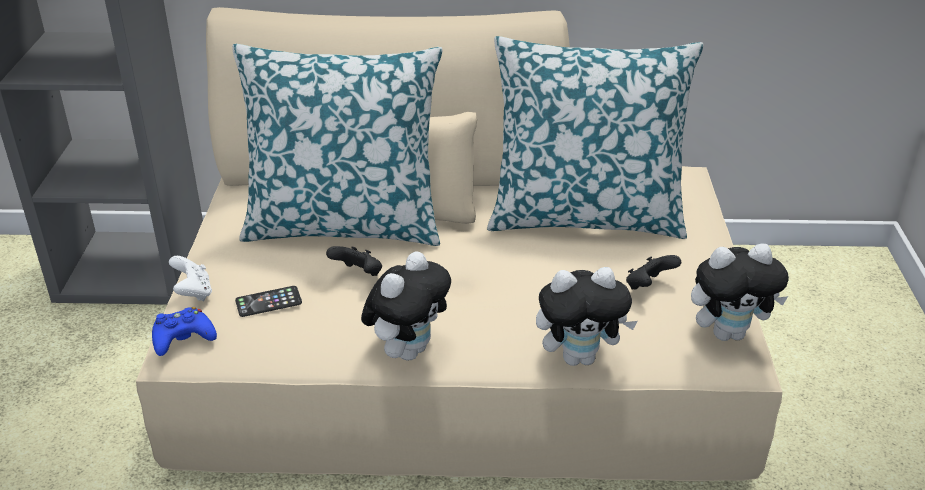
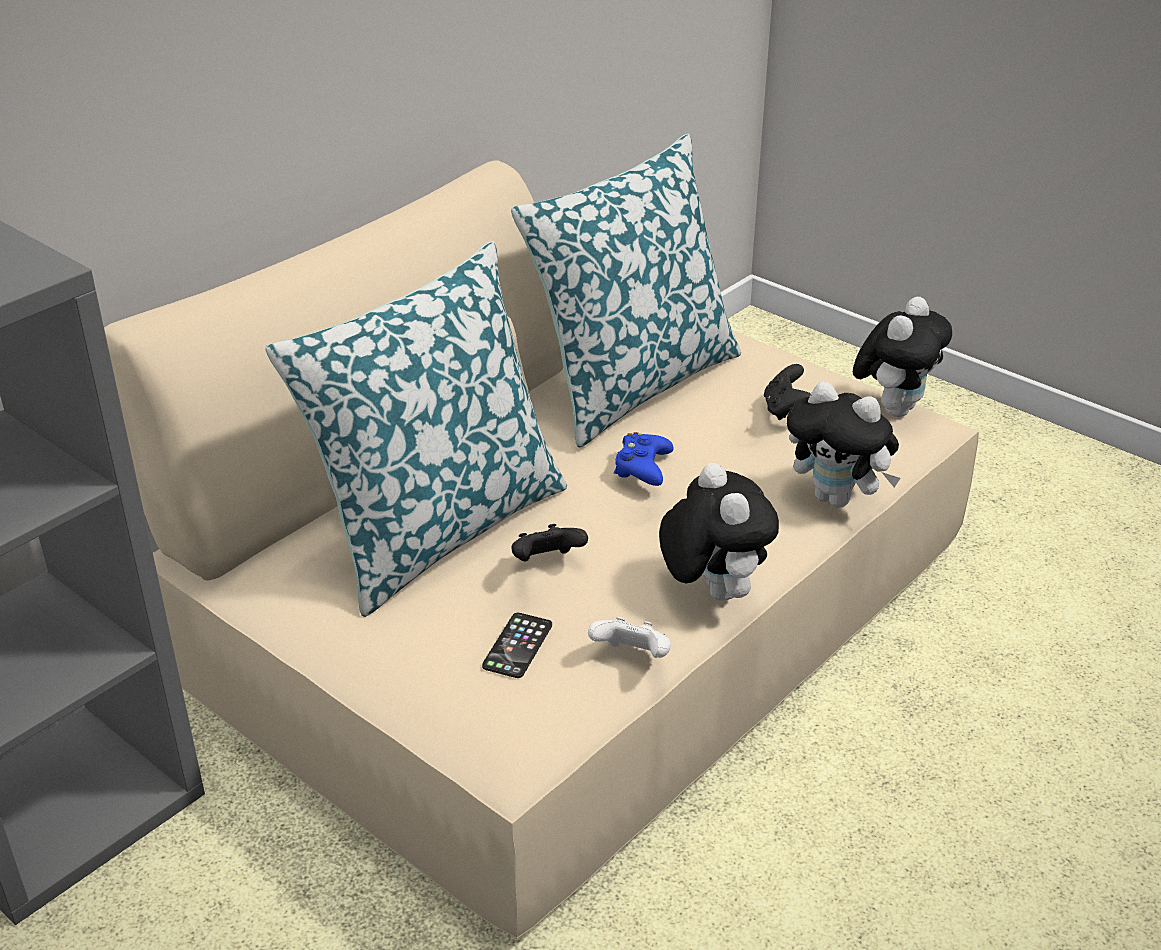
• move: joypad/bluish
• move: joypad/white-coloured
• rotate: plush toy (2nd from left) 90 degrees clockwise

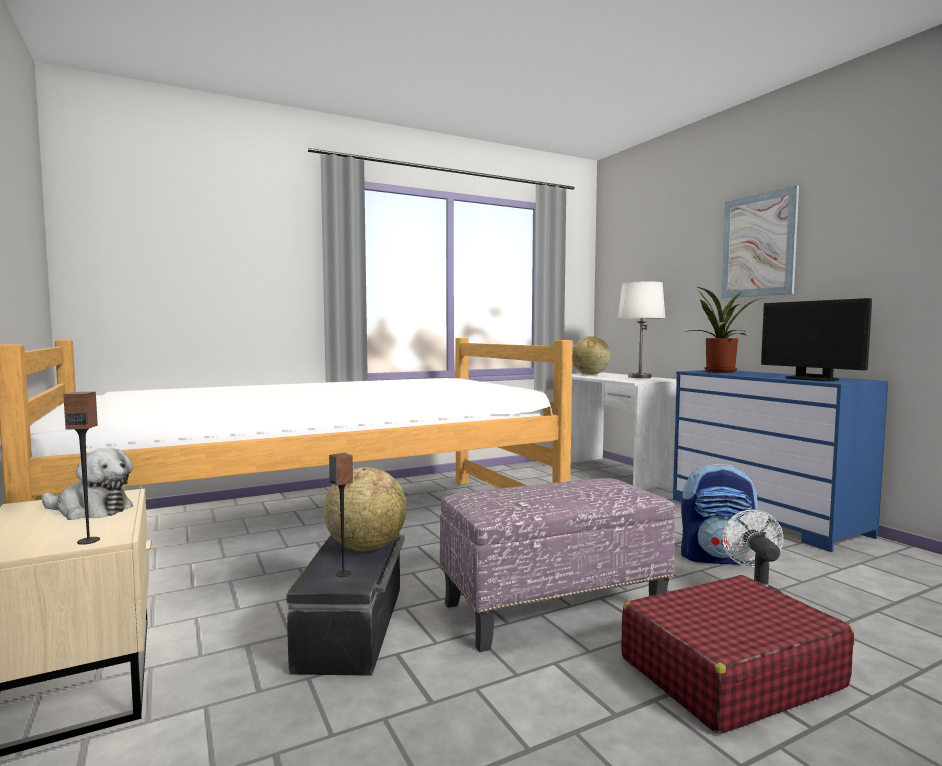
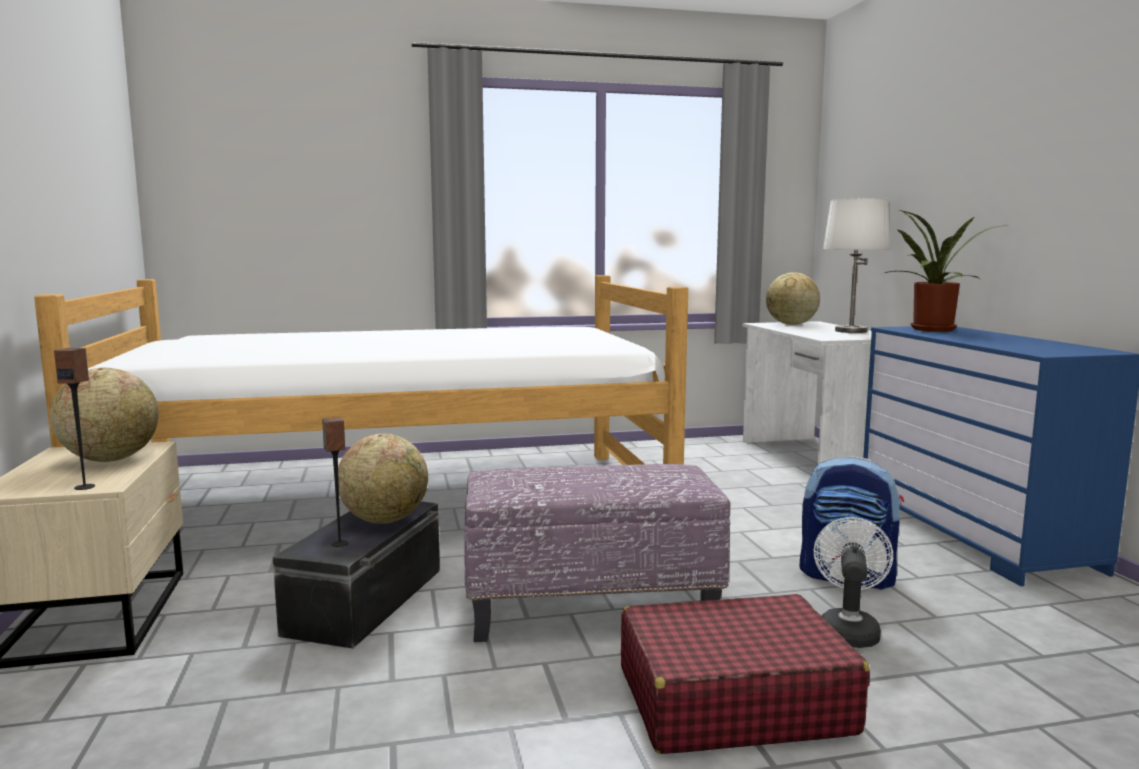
• replace: plush toy to globe (1st from left)
• delete: wall picture
• delete: monitor

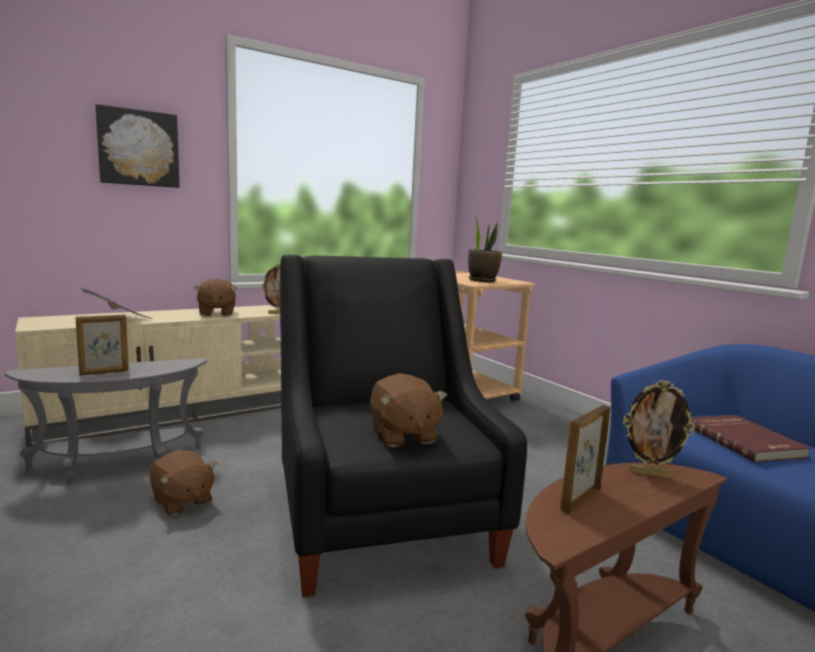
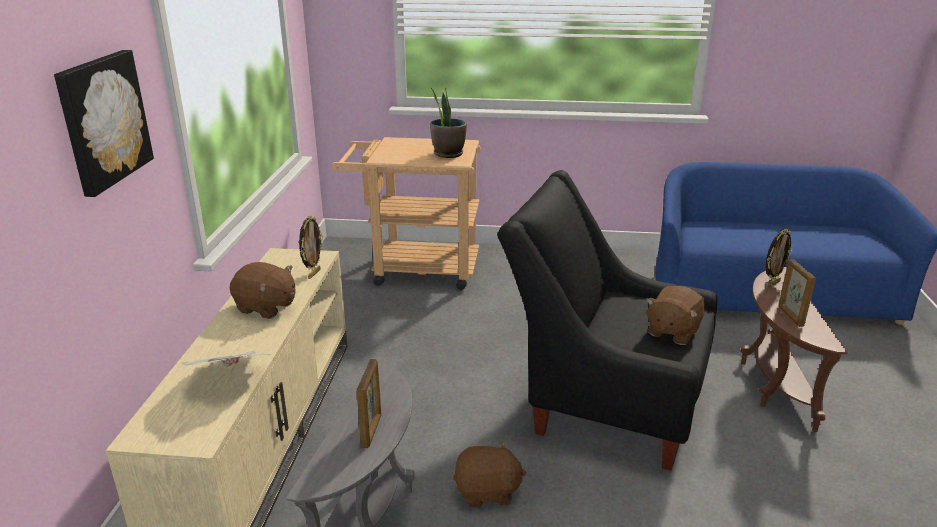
• rotate: plush toy/brownish (3rd from left) 105 degrees clockwise
• delete: volume/red

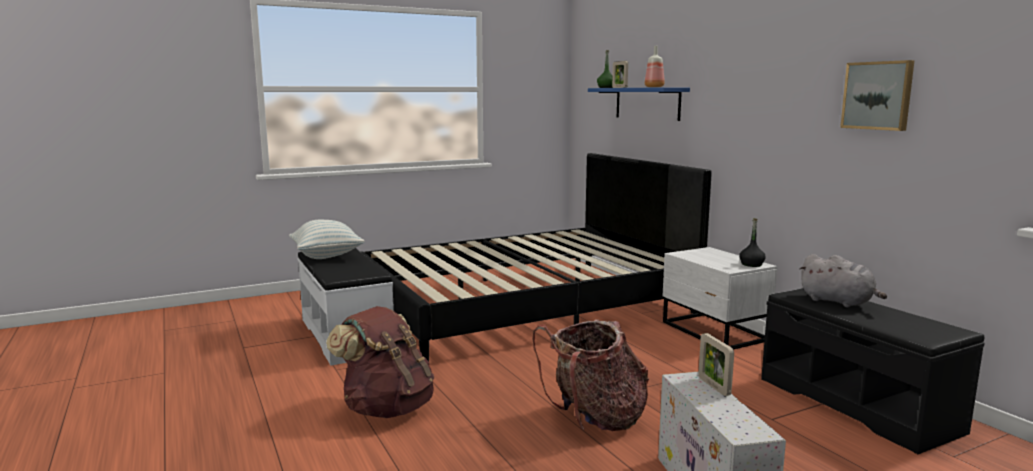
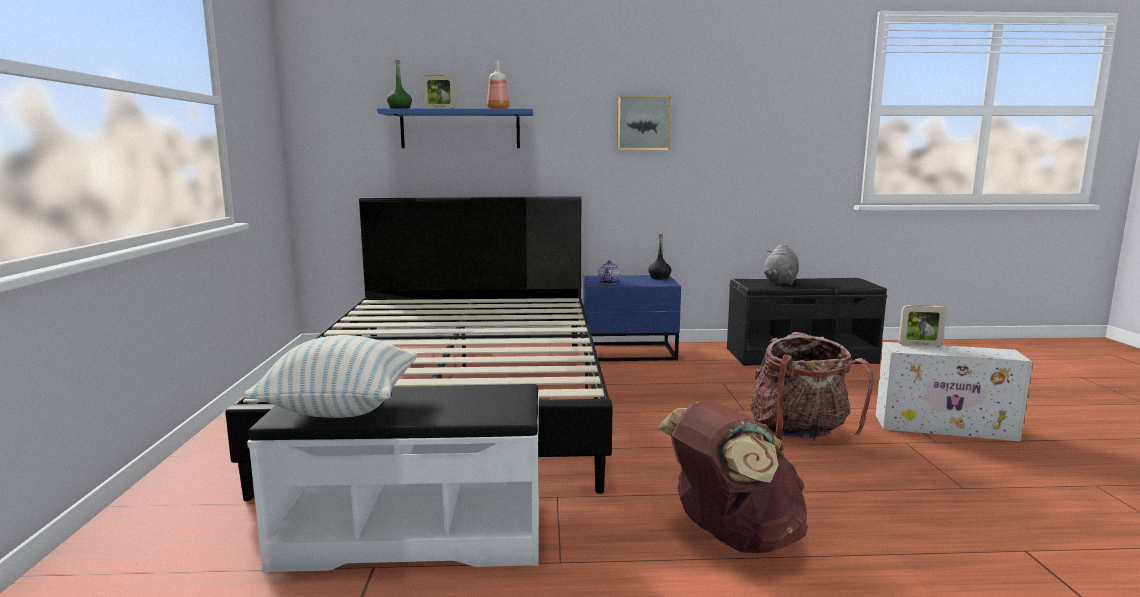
• recolor: bedside table/white-coloured to bedside table/bluish
• rotate: plush toy/greyish 135 degrees clockwise
• move: wall picture
• insert: teapot

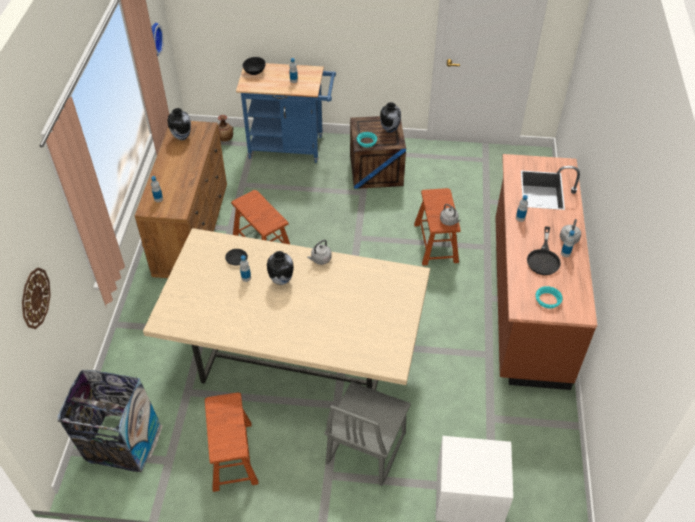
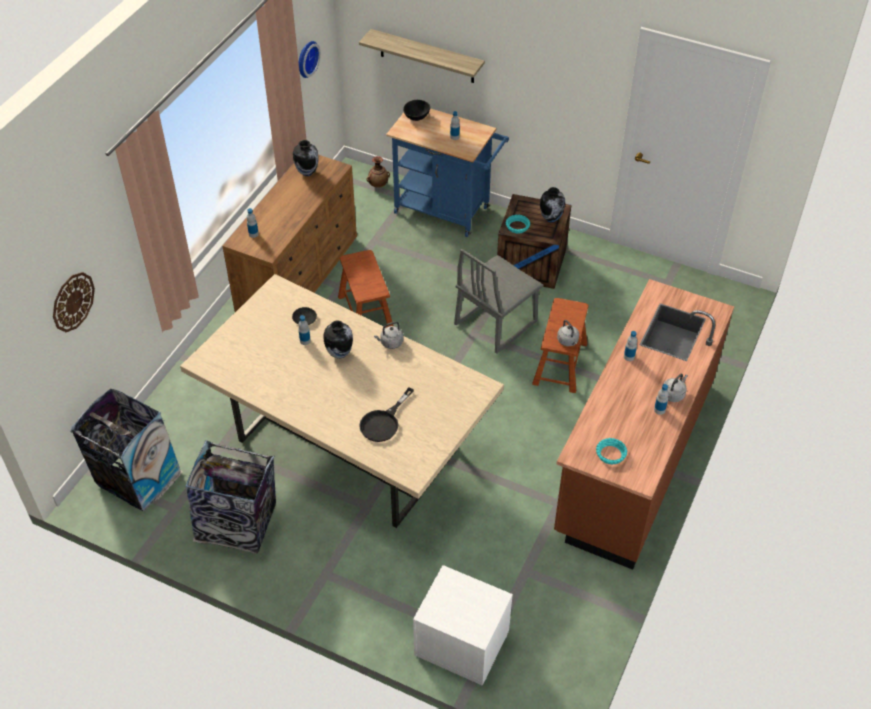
• replace: stool seat/brownish (1st from left) to trash can (2nd from left)
• move: plain chair/greyish
• move: frying pan/blackish
• insert: shelf

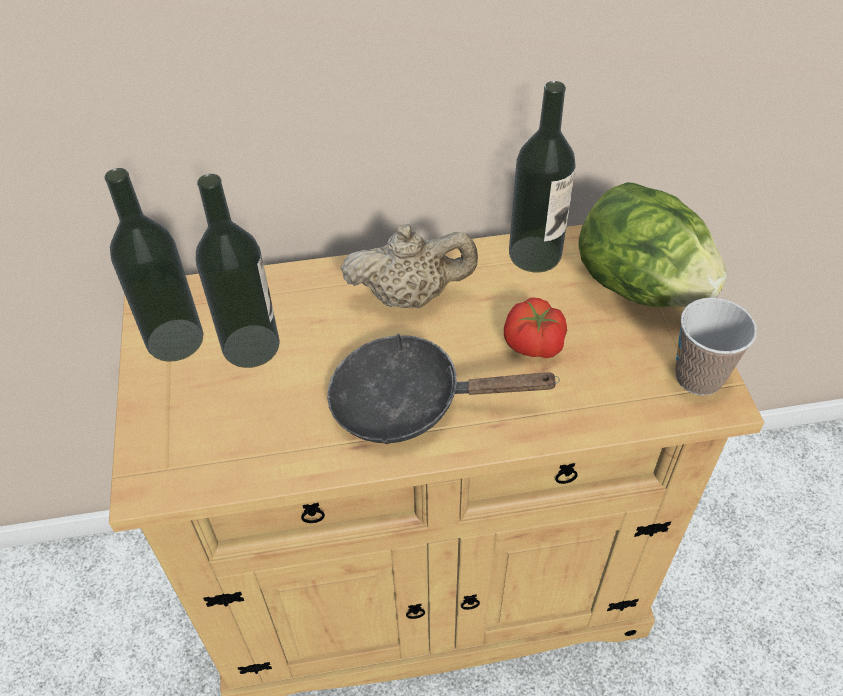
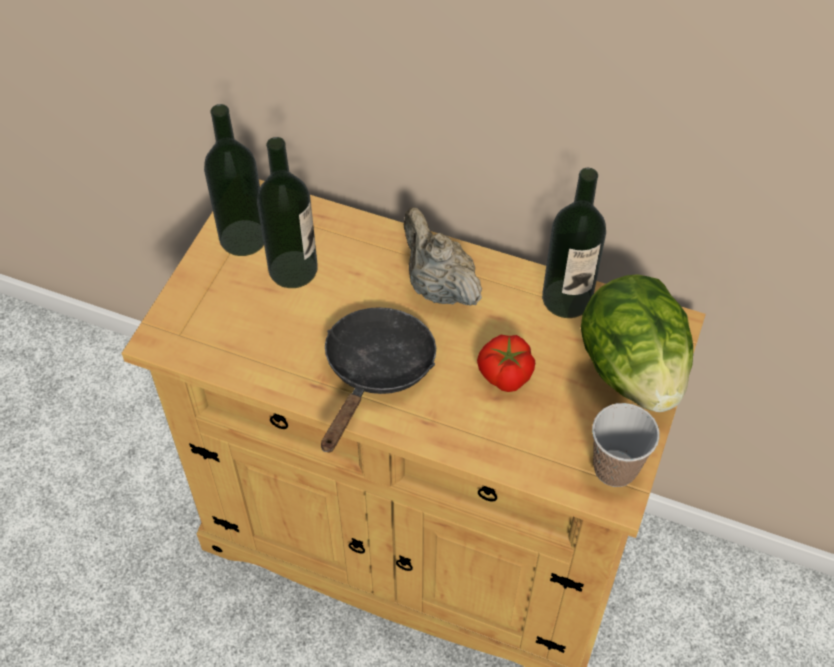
• rotate: frying pan/blackish 75 degrees clockwise
• rotate: teapot/sand-coloured 150 degrees counterclockwise

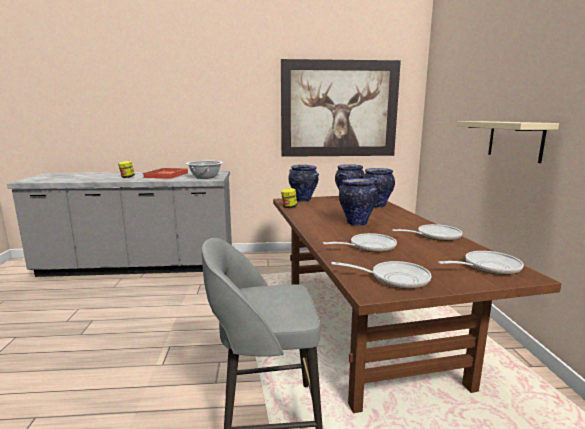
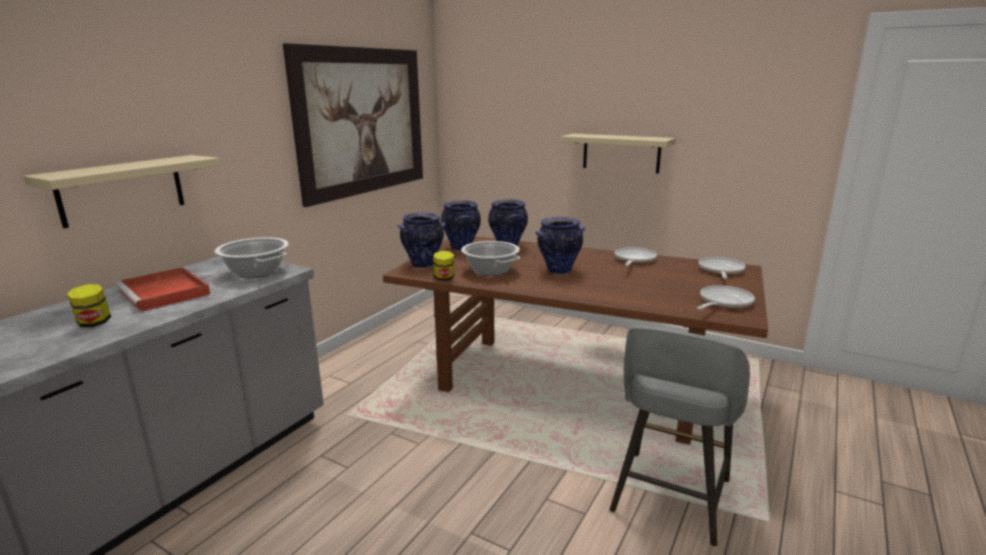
• delete: frying pan (1st from left)
• insert: shelf/sand-coloured (1st from left)
• insert: saucepot (2nd from left)

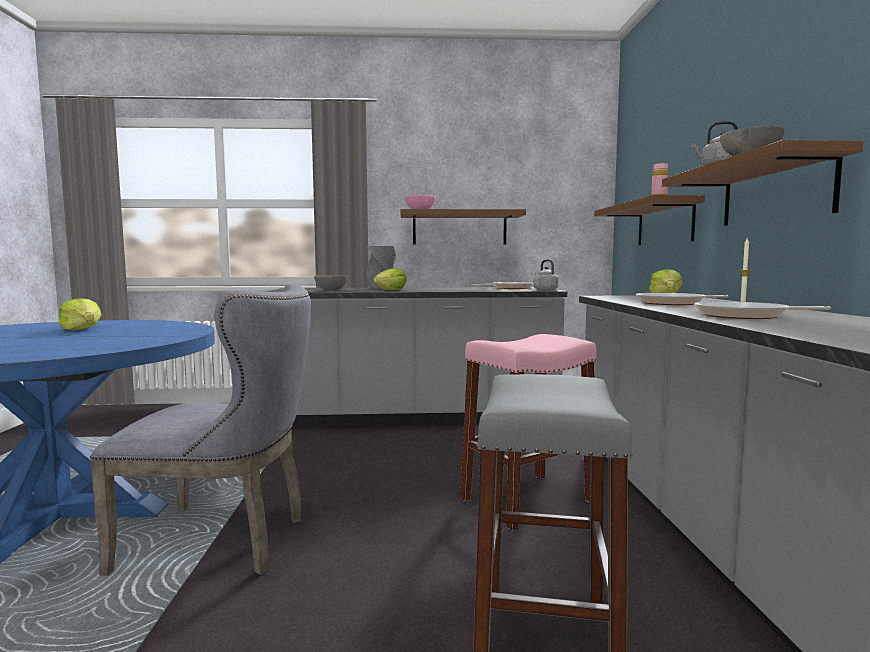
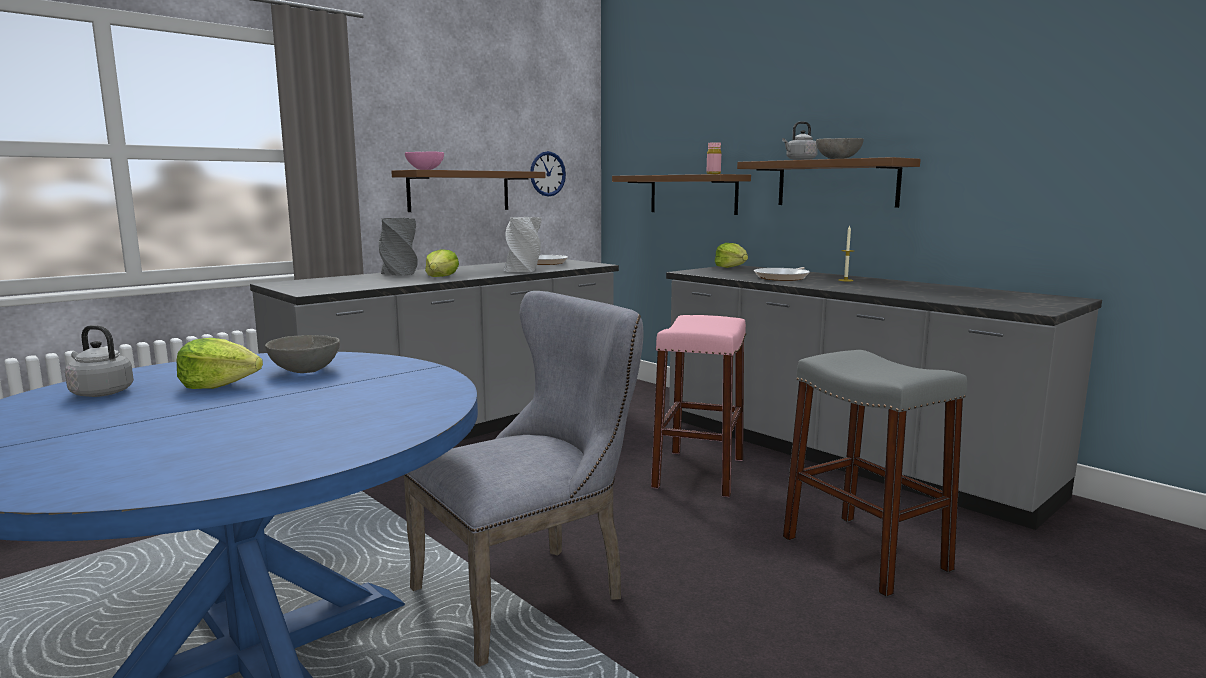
• move: bowl/greyish (1st from left)
• move: tea kettle/greyish (1st from left)
• delete: frying pan (3rd from left)
• insert: vase/greyish (2nd from left)
• insert: clock on the wall

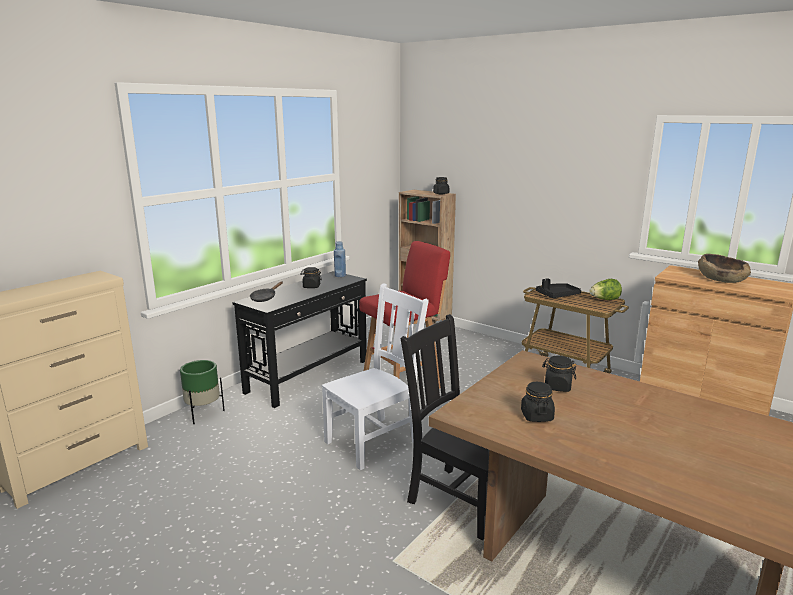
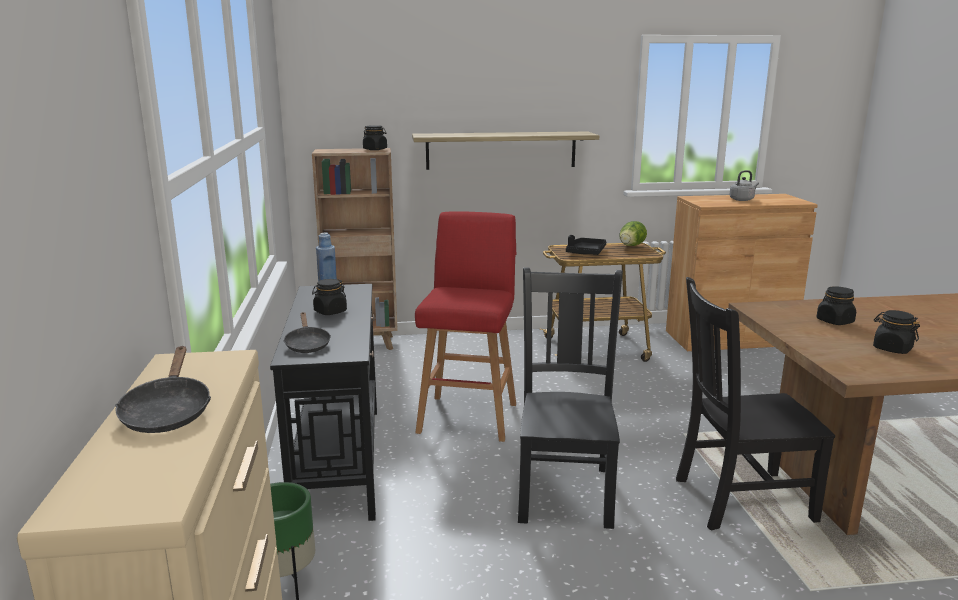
• recolor: plain chair/white-coloured to plain chair/blackish (1st from left)
• replace: bowl/brownish to tea kettle/greyish
• insert: frying pan/blackish (1st from left)
• insert: shelf

